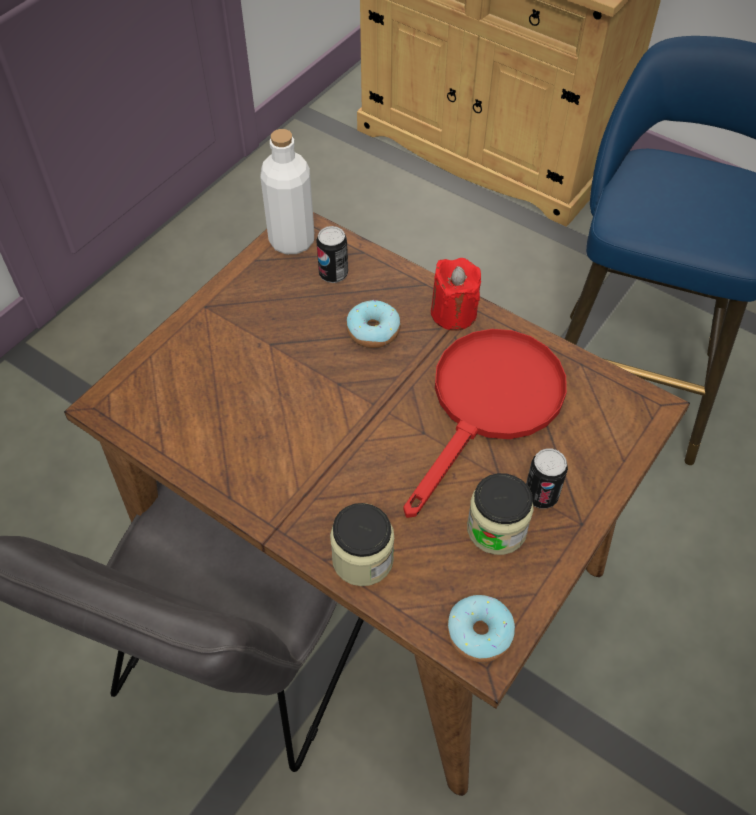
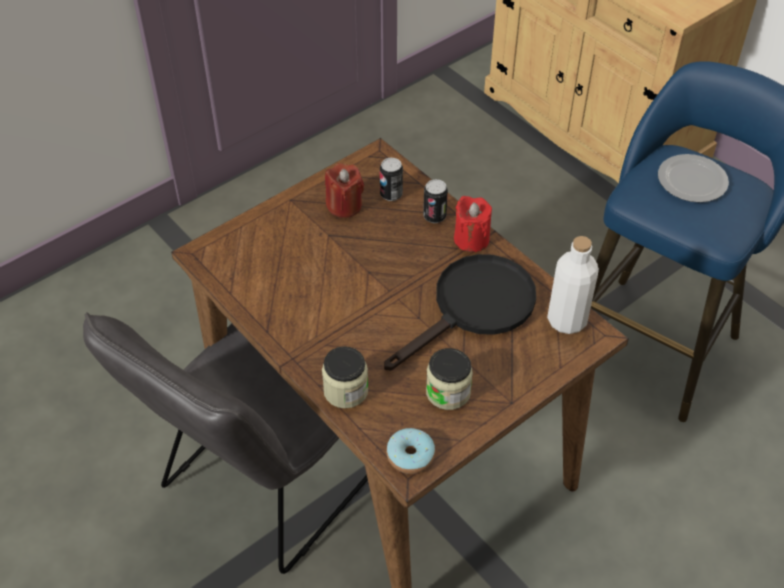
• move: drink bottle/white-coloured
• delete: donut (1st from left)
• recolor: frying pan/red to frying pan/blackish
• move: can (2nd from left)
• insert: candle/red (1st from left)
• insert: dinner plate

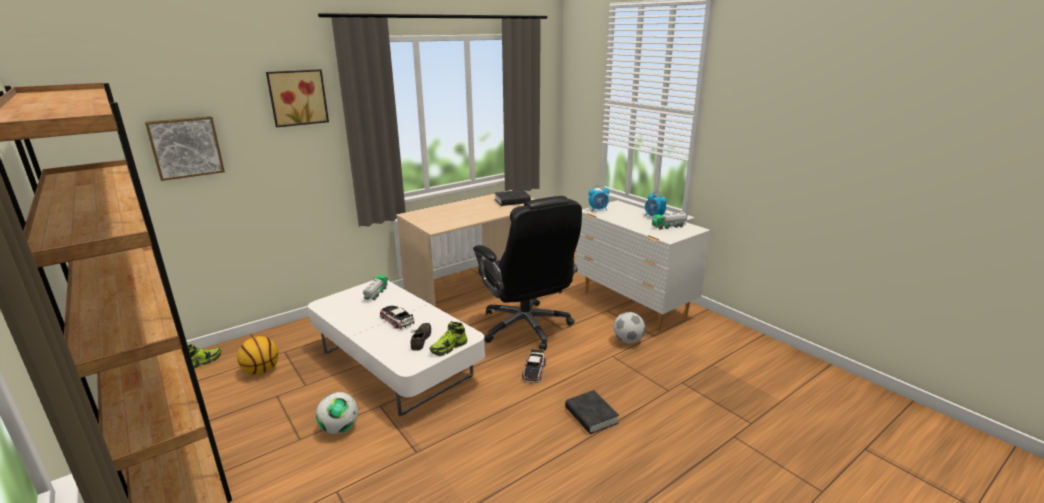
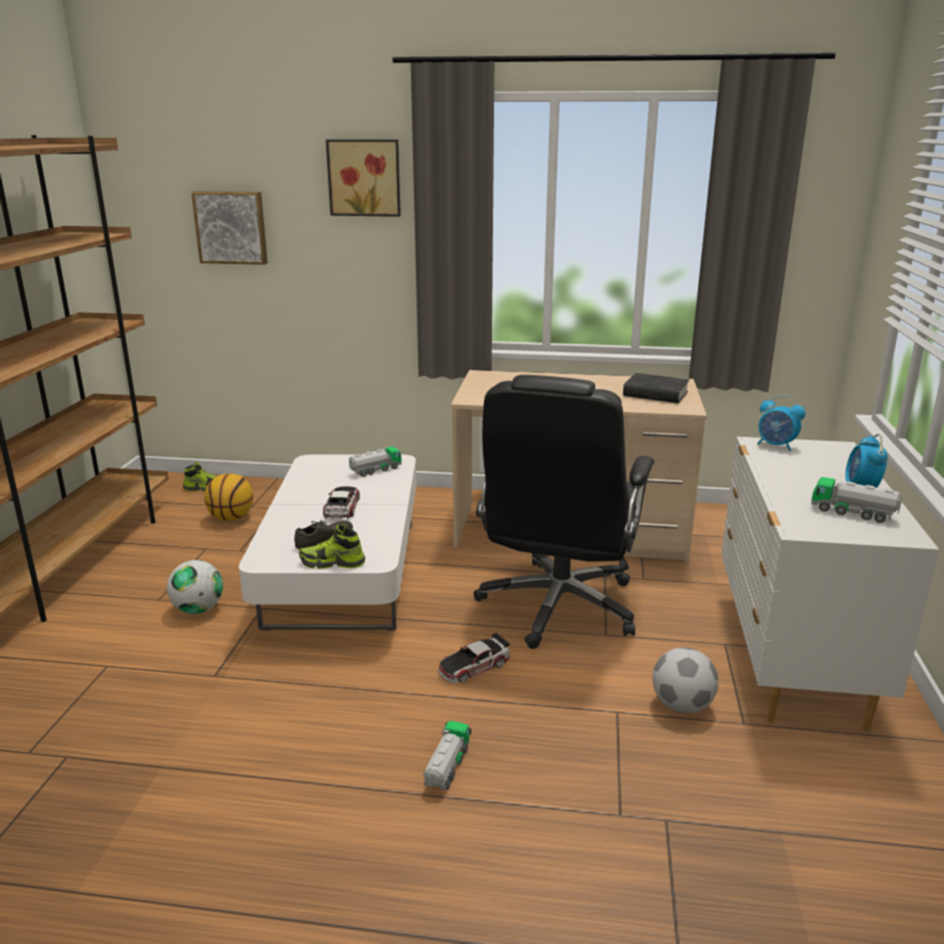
• replace: volume/blackish (2nd from left) to toy lorry (2nd from left)

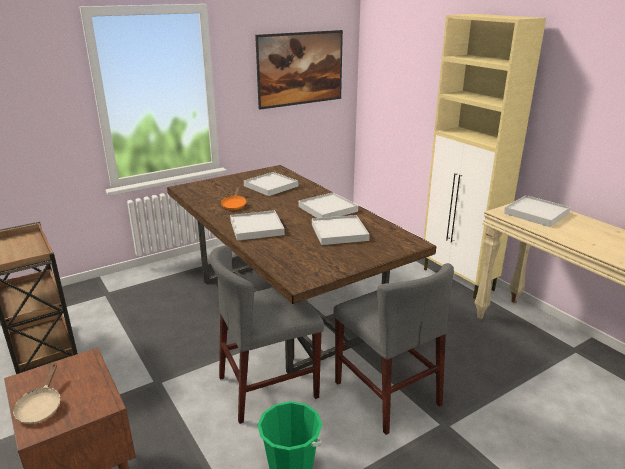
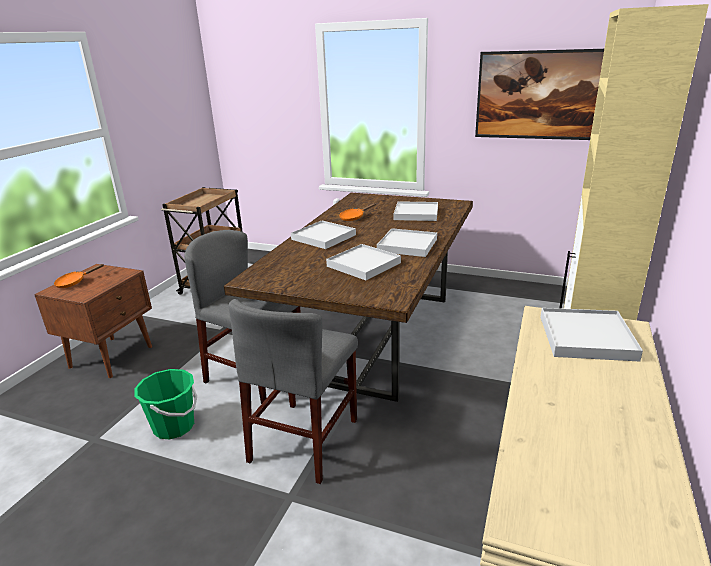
• recolor: frying pan/sand-coloured to frying pan/orange (1st from left)

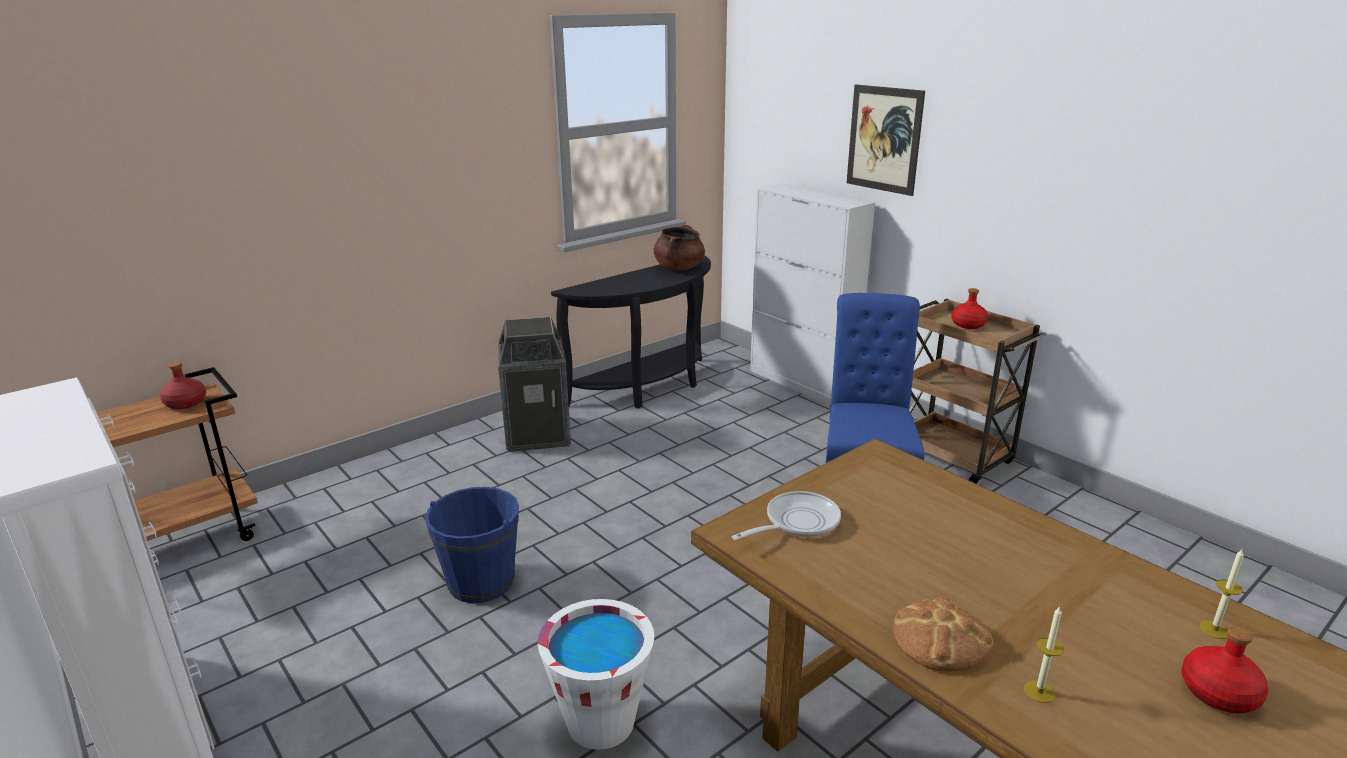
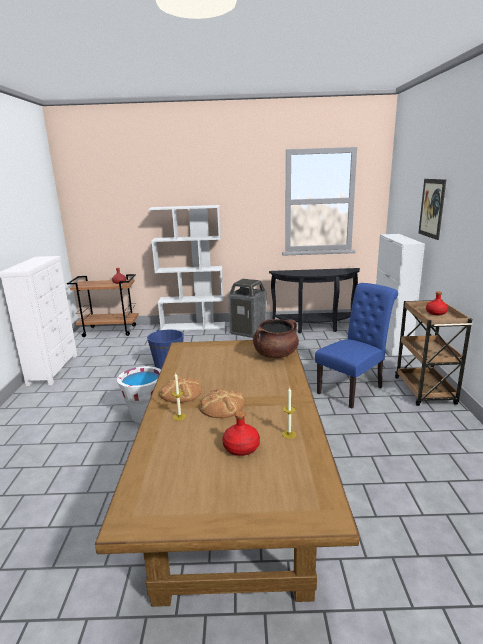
• move: saucepot/brownish
• delete: frying pan
• insert: bookcase/white-coloured
• insert: bread (2nd from left)

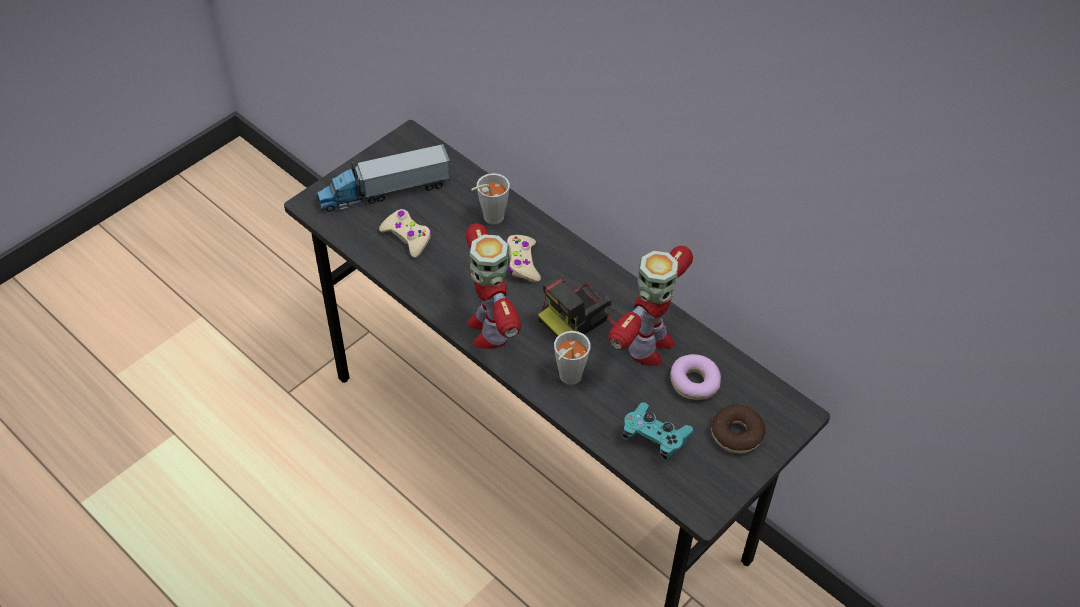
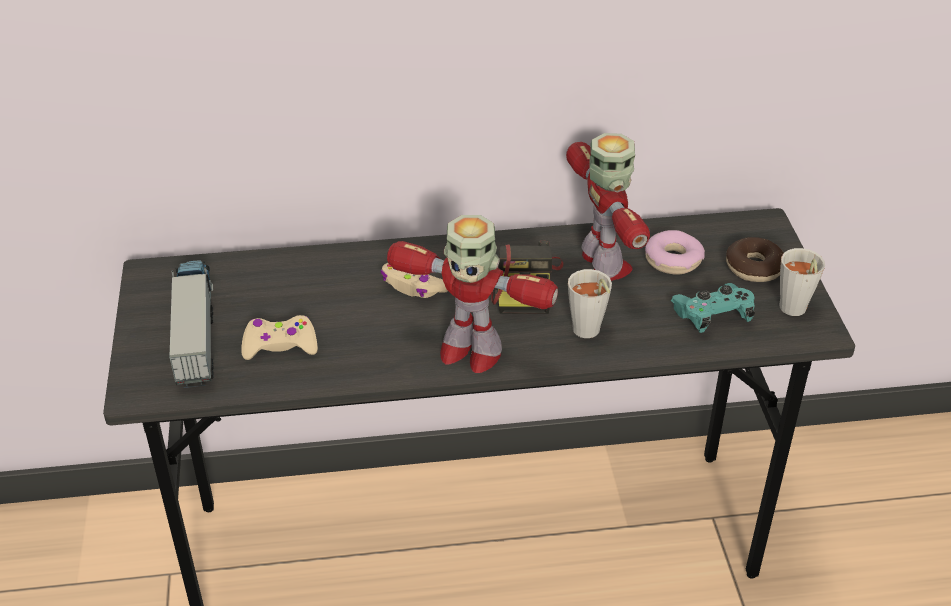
• rotate: toy lorry 150 degrees clockwise
• move: drinking cup/greyish (1st from left in the first image) to drinking cup/greyish (2nd from left)

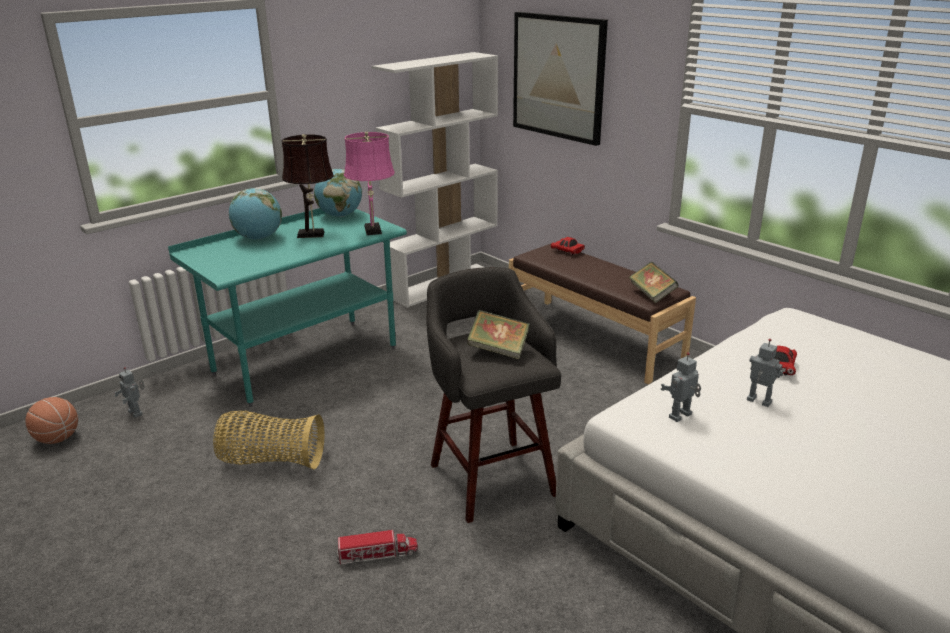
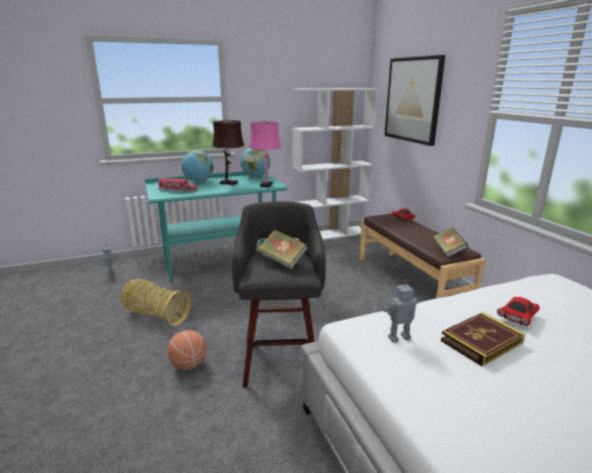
• move: basketball ball
• move: toy lorry
• replace: model robot (3rd from left) to volume (3rd from left)

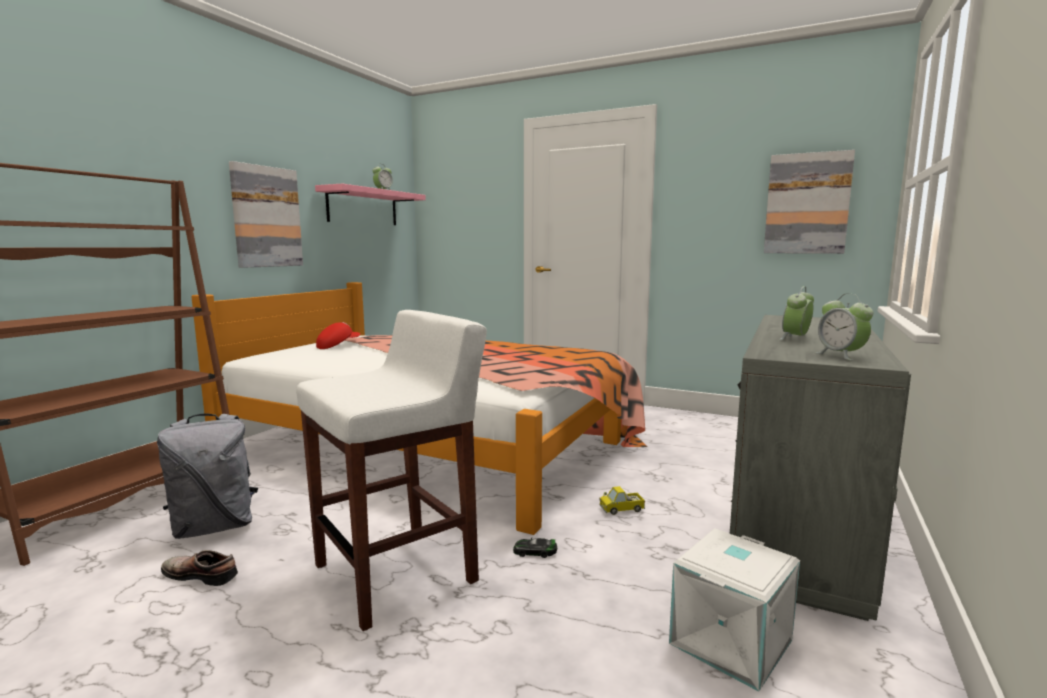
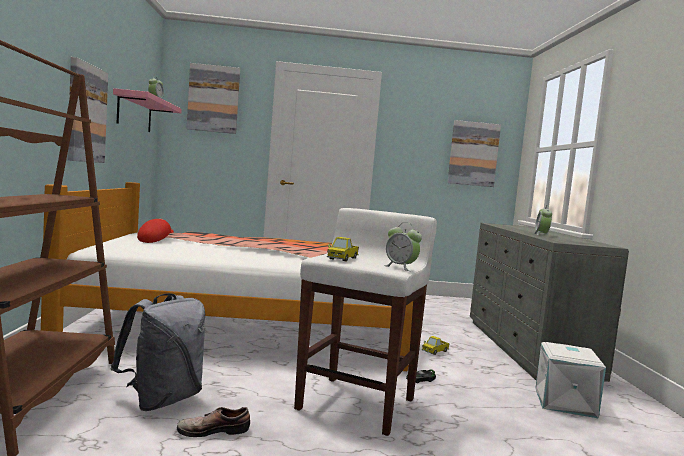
• move: table clock (3rd from left in the first image) to table clock (2nd from left)
• insert: wall picture (2nd from left)
• insert: toy lorry (1st from left)

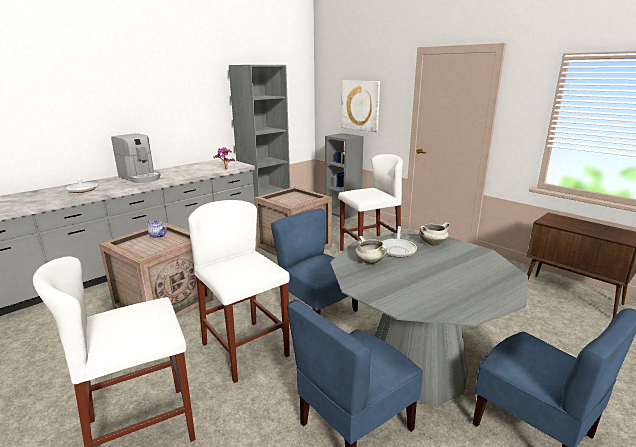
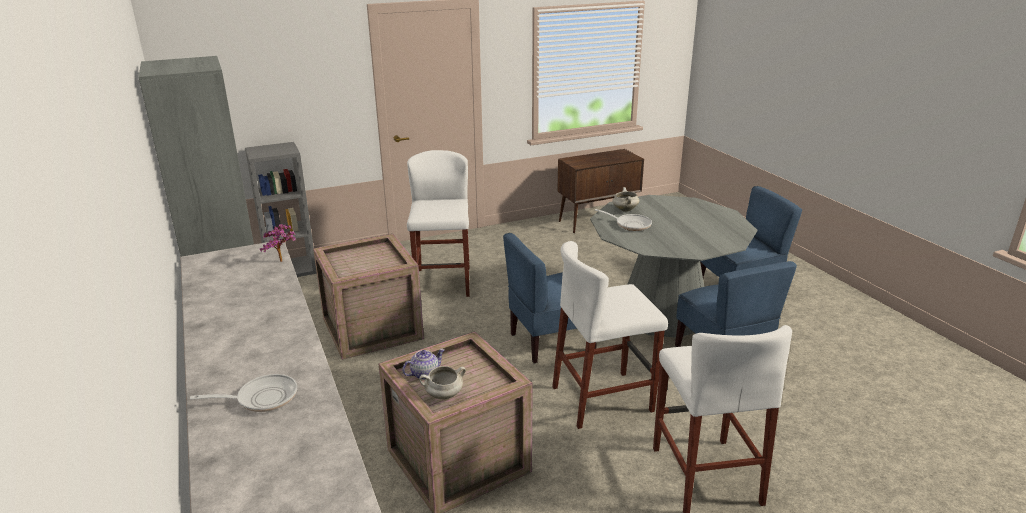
• delete: coffee machine
• delete: wall picture
• move: saucepot/white-coloured (1st from left)

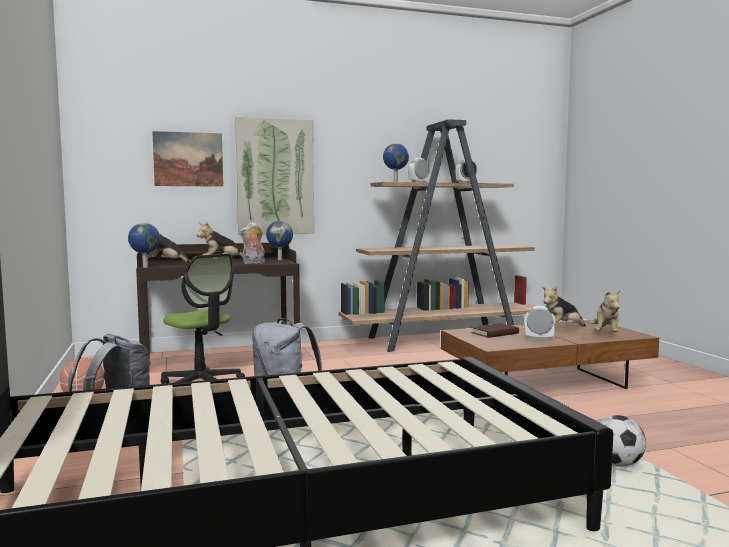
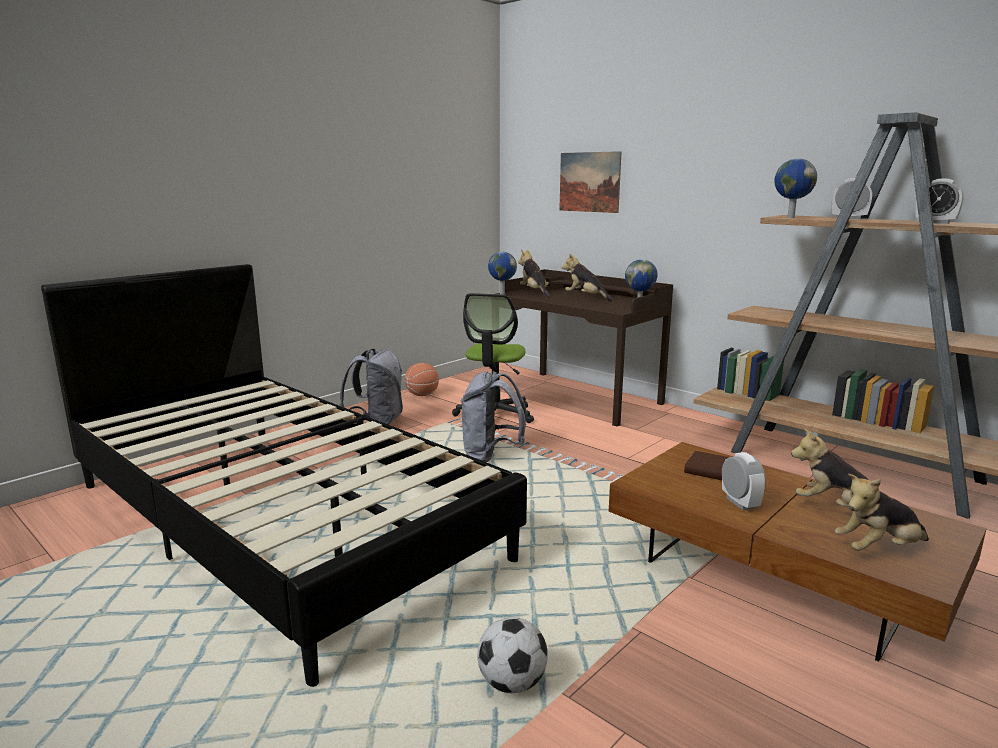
• delete: wall picture (2nd from left)
• delete: plush toy (3rd from left)

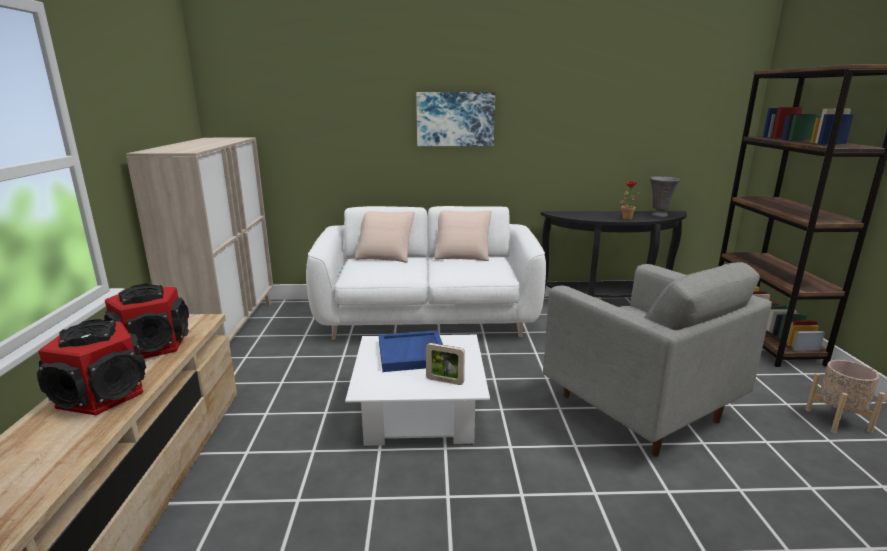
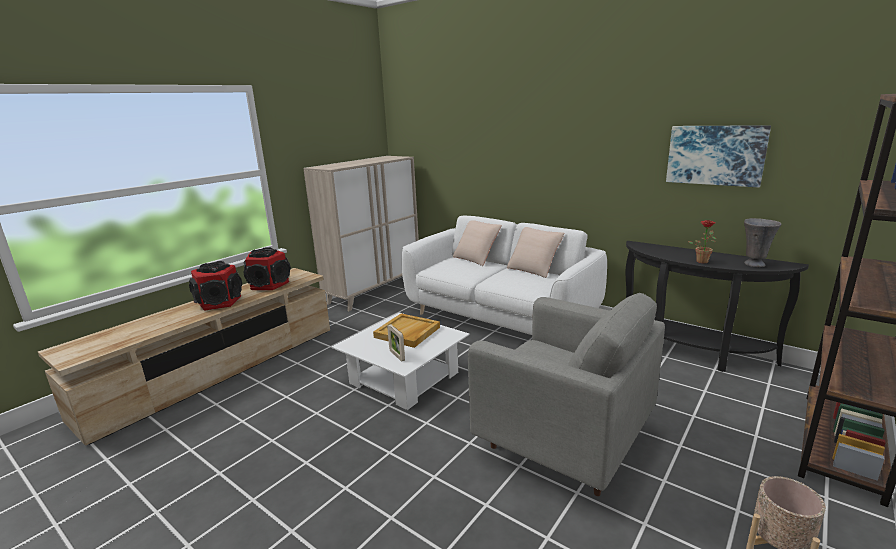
• recolor: carrying tray/bluish to carrying tray/sand-coloured
• move: wall picture
• rotate: lounge chair/greyish 60 degrees counterclockwise

